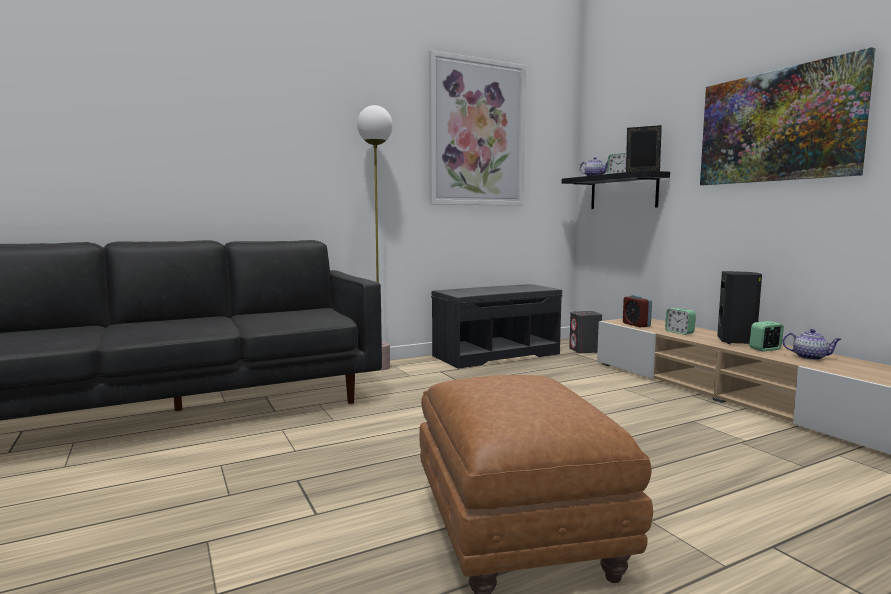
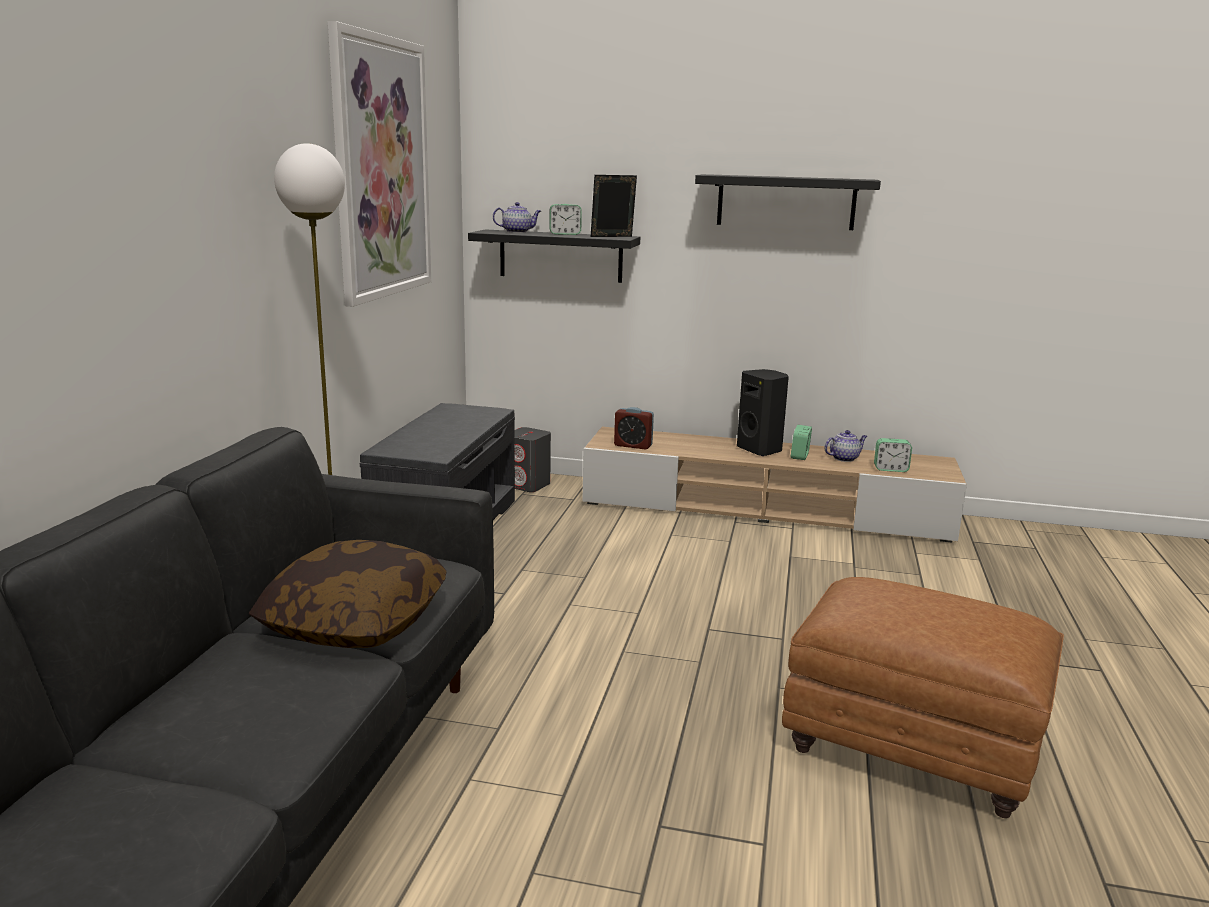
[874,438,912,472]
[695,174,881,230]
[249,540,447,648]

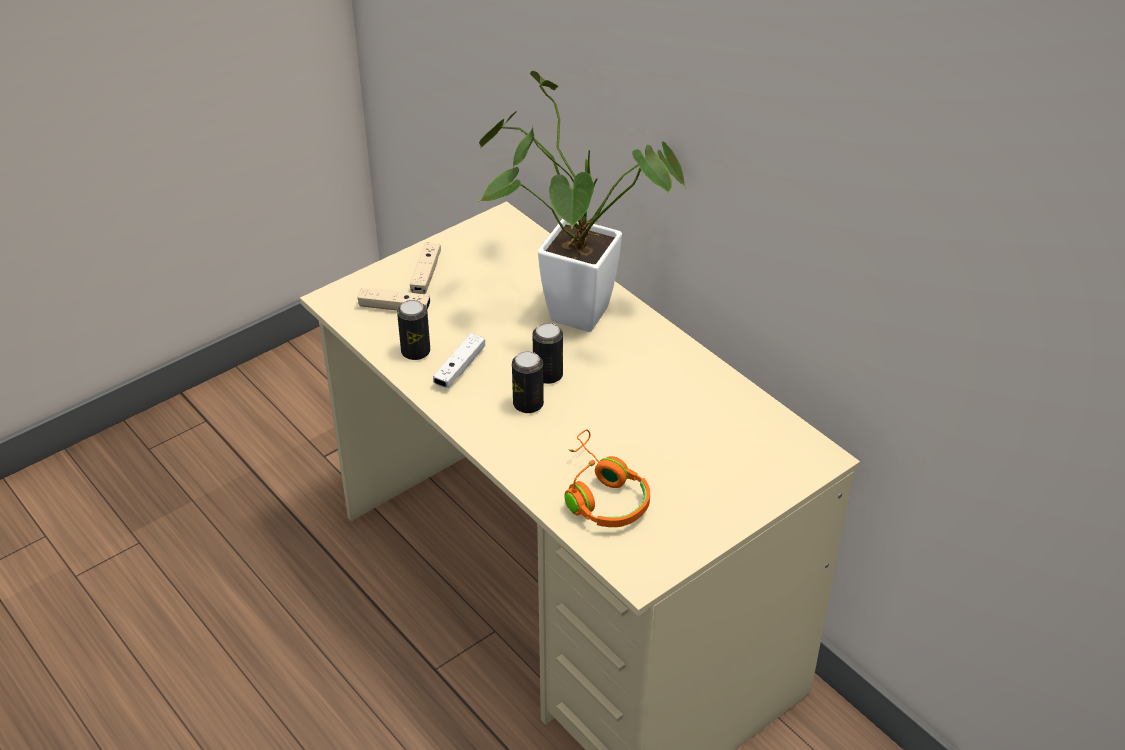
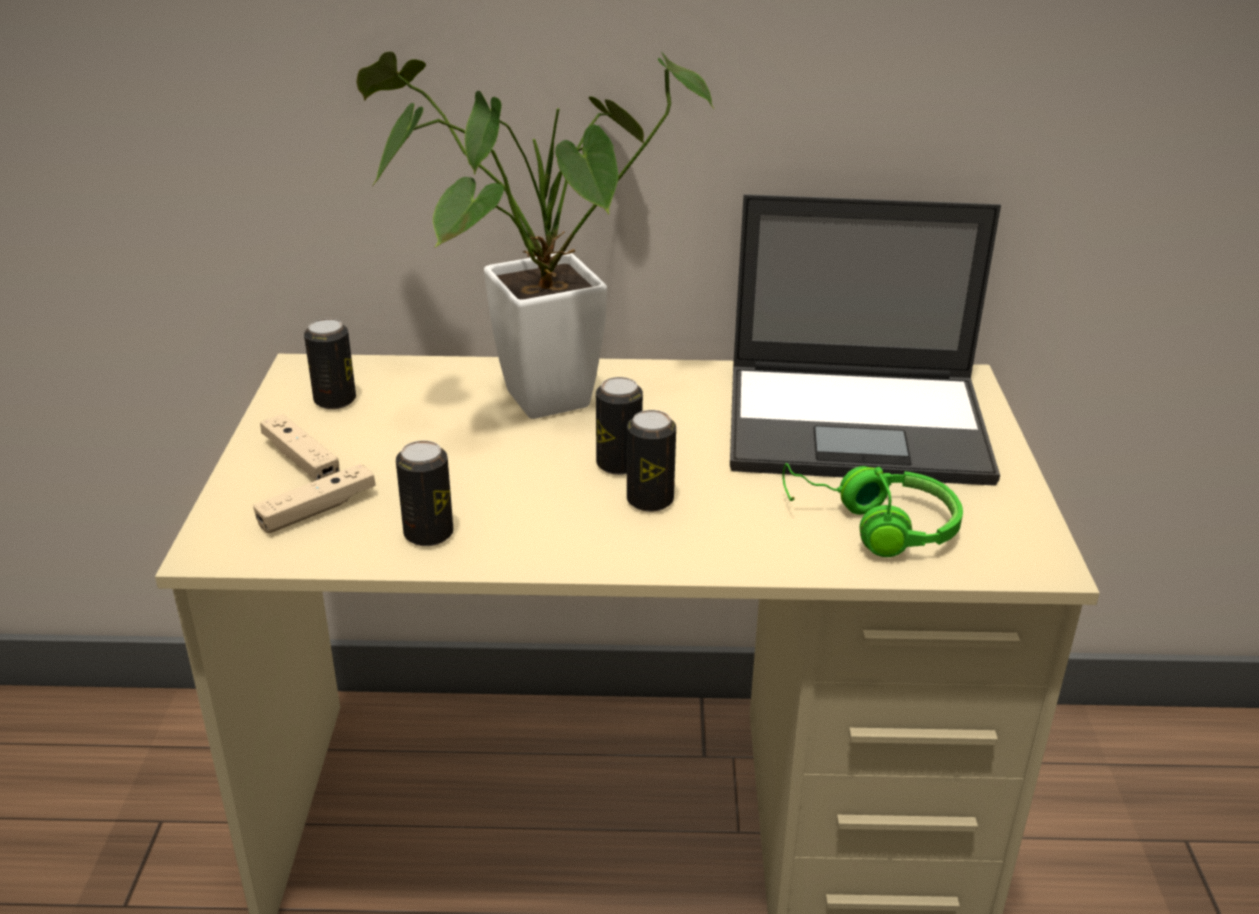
[433,333,485,388] (first image)
[783,463,963,557]
[304,318,356,409]
[730,194,1001,486]

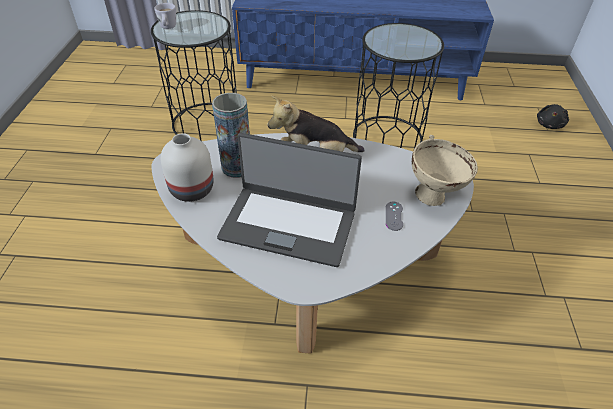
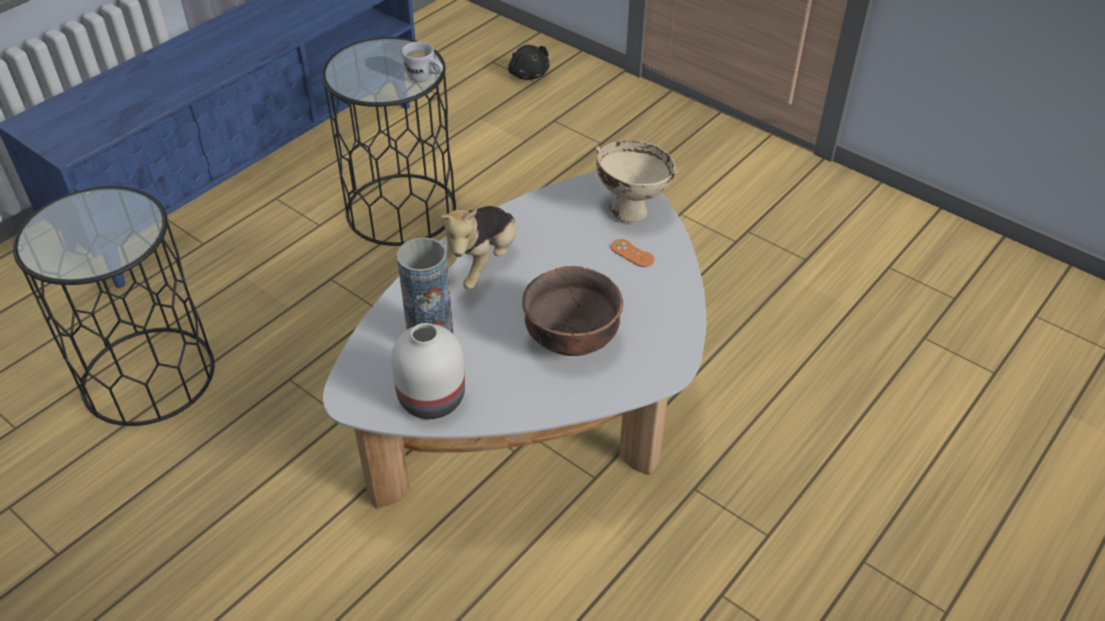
[401,41,443,82]
[522,266,623,356]
[611,239,654,267]

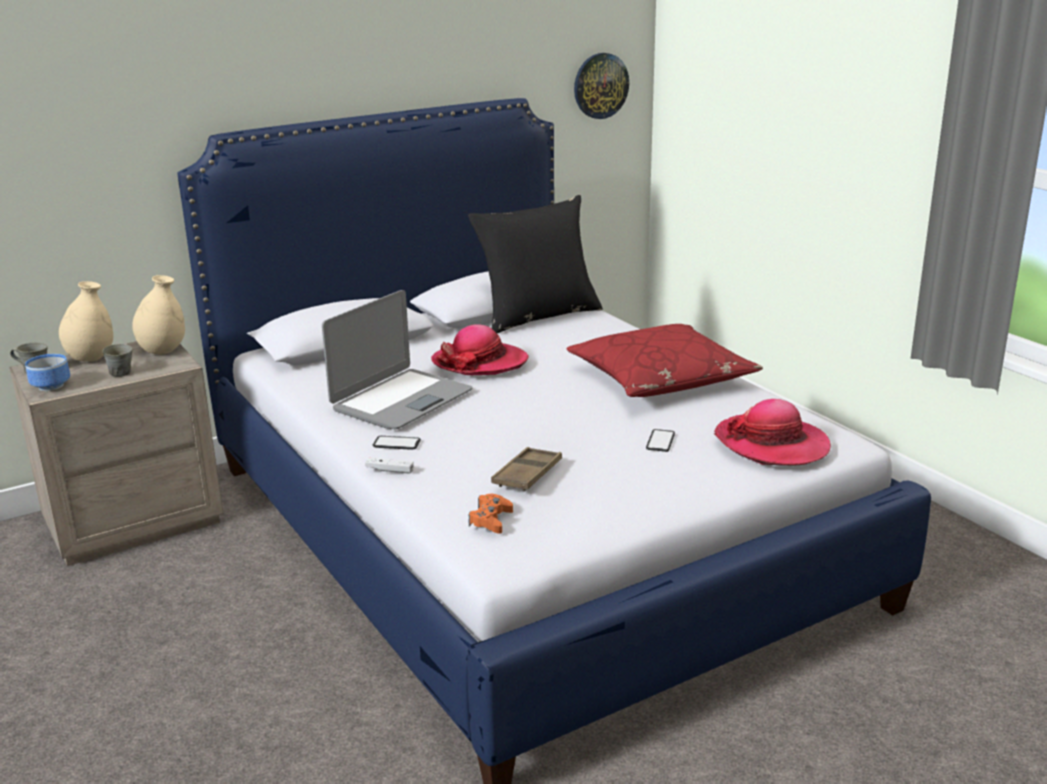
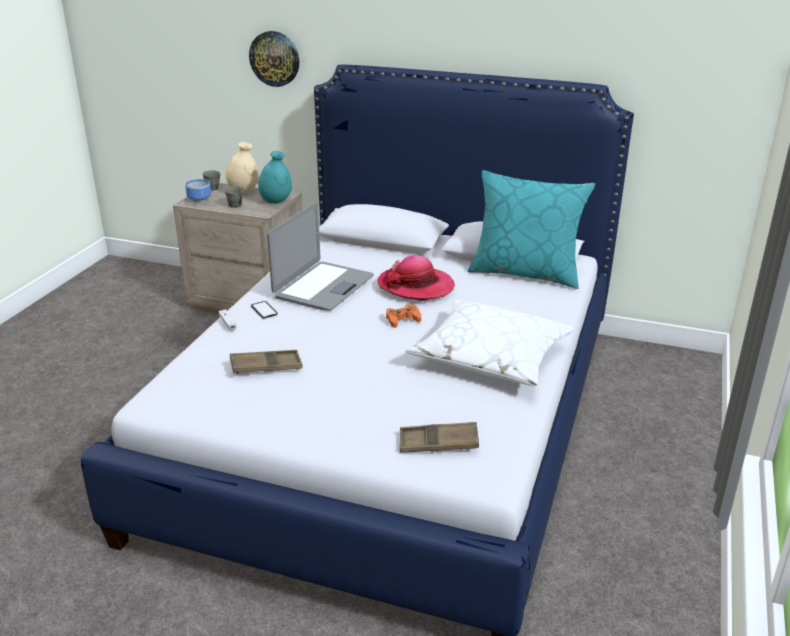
[258,151,292,204]
[267,203,374,311]
[468,170,595,289]
[386,304,421,328]
[406,300,575,386]
[249,31,299,87]
[646,429,675,452] (first image)
[400,422,479,453]

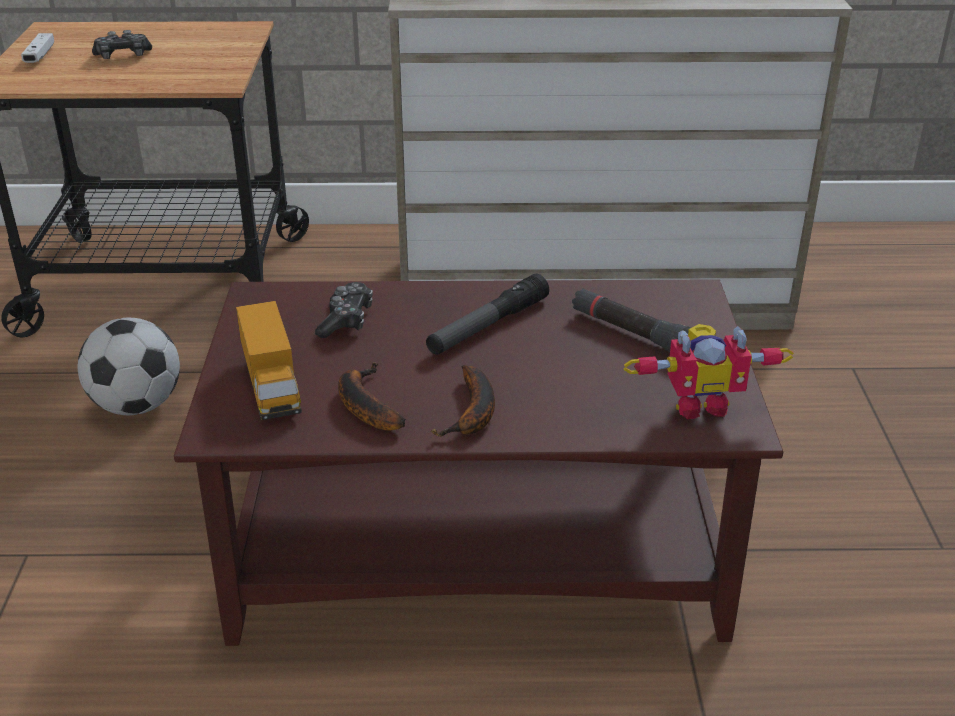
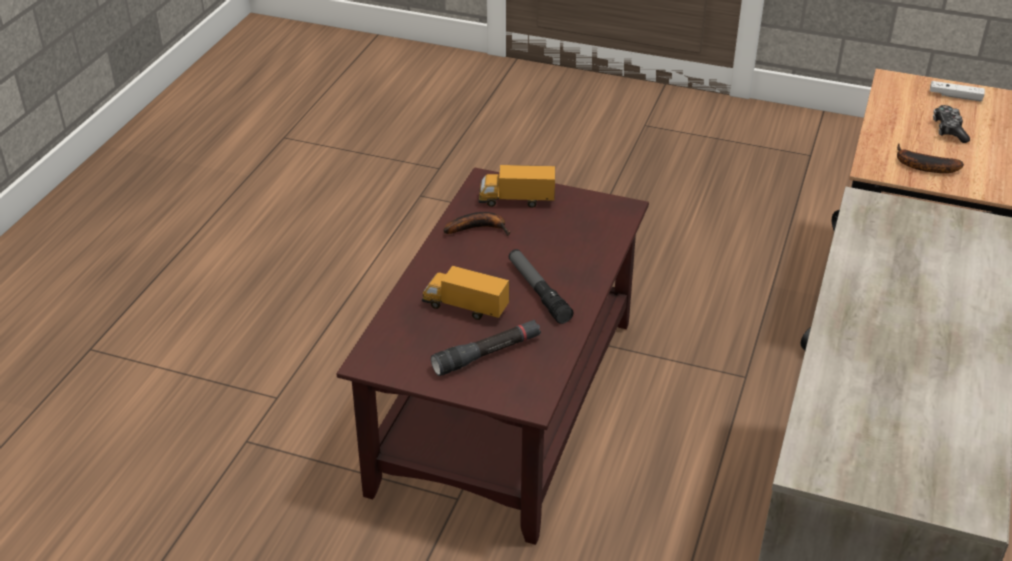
[78,318,180,415] (first image)
[315,282,373,338] (first image)
[897,143,964,173]
[624,324,794,419] (first image)
[422,266,509,320]

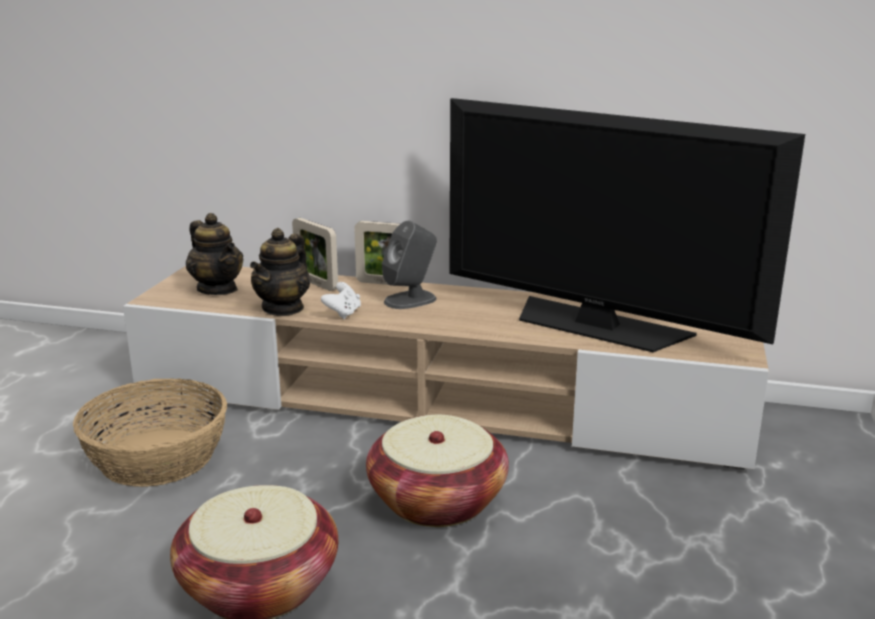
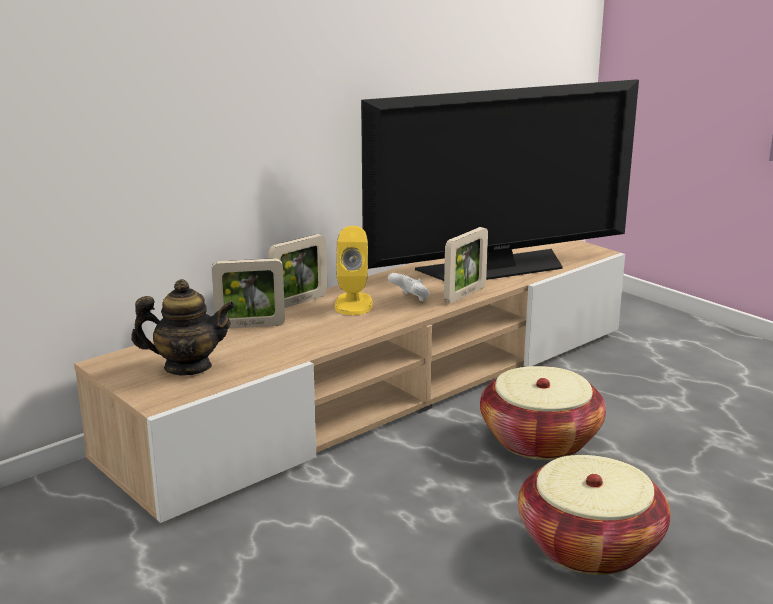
[73,378,227,487] (first image)
[250,228,310,316] (first image)
[388,273,429,302]
[335,226,373,315]
[444,227,488,303]

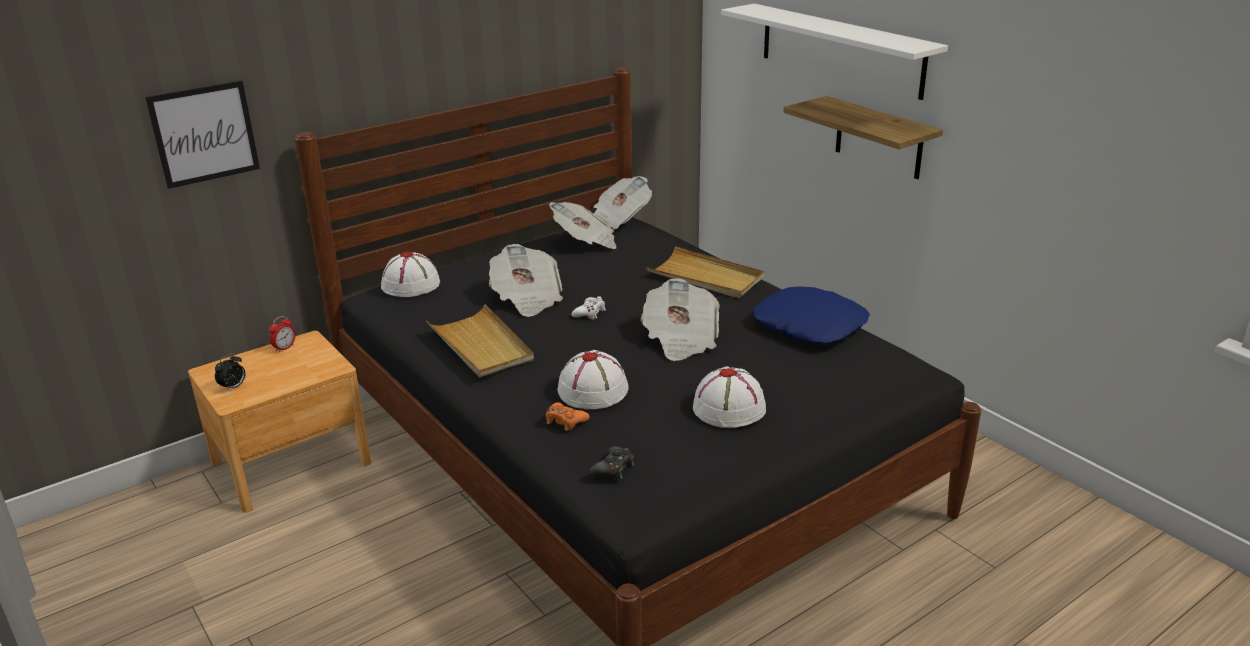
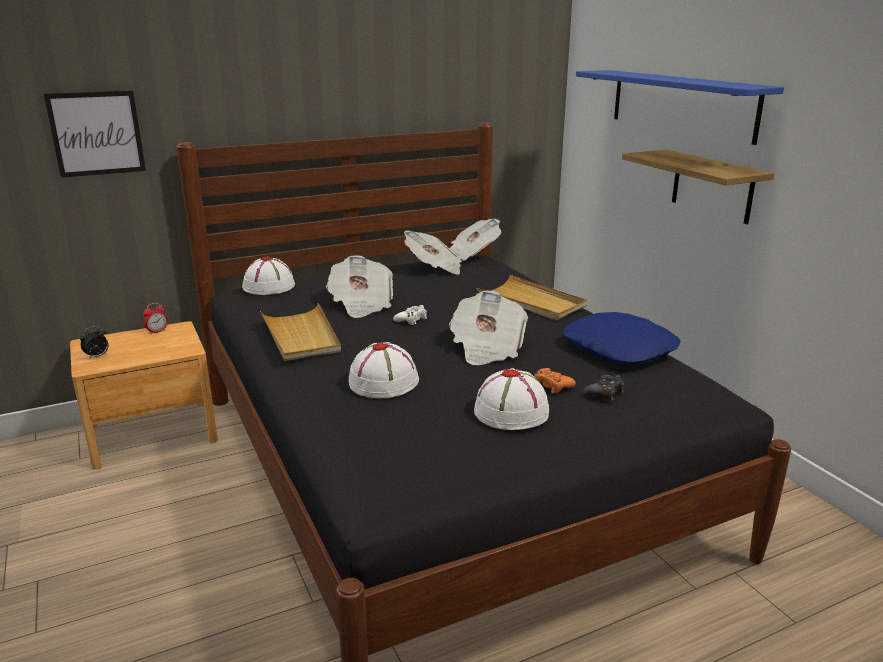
[534,368,576,393]
[583,375,624,401]
[576,70,784,145]

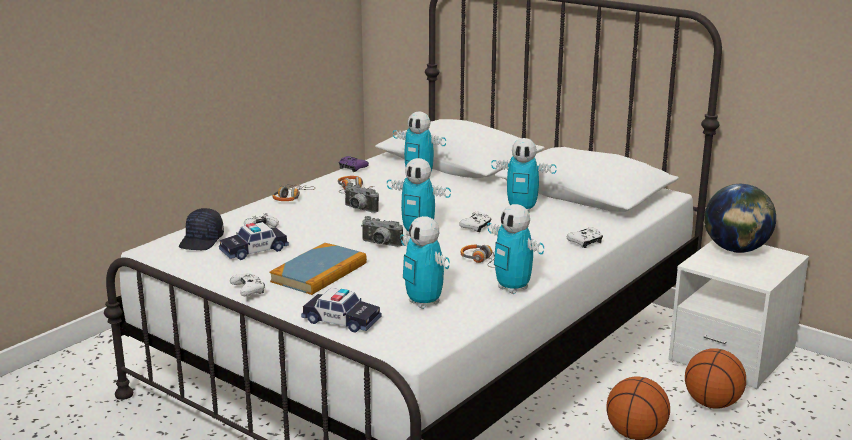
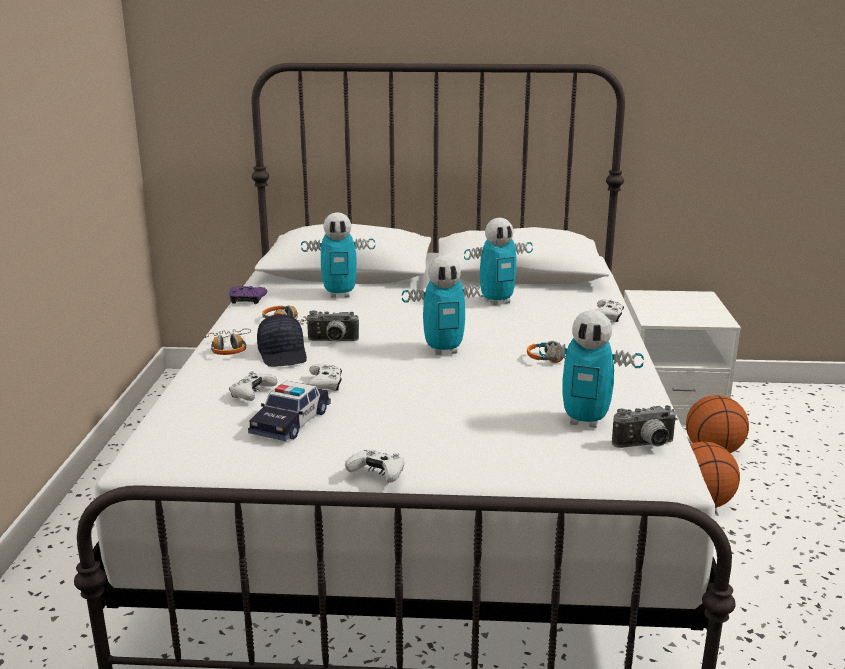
[257,314,307,367]
[270,243,367,295] (first image)
[301,288,382,333] (first image)
[612,405,678,448]
[307,364,342,391]
[487,204,544,294] (first image)
[704,184,776,253] (first image)

